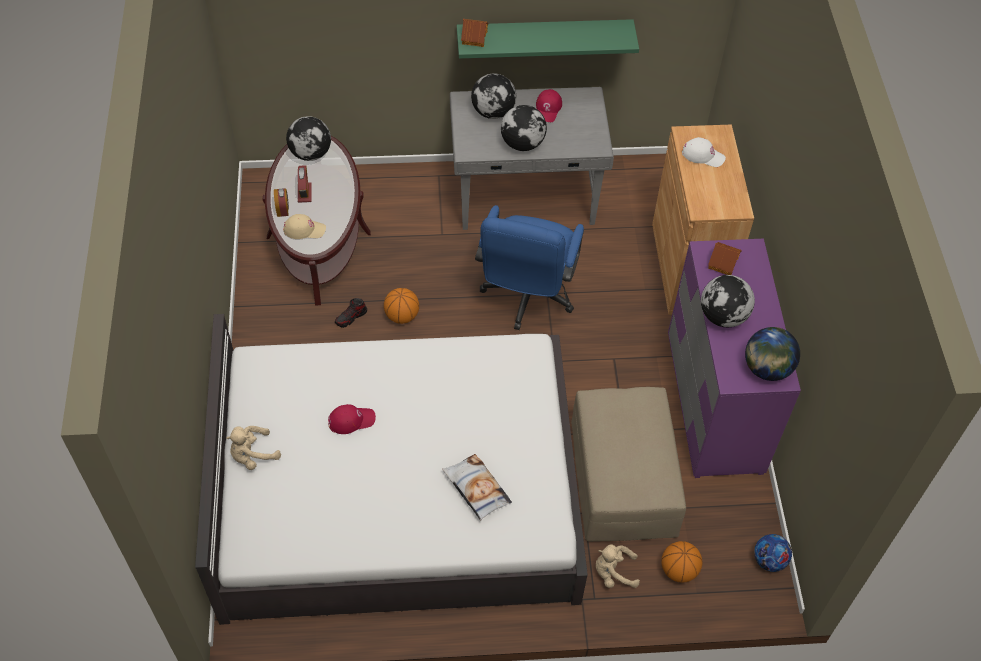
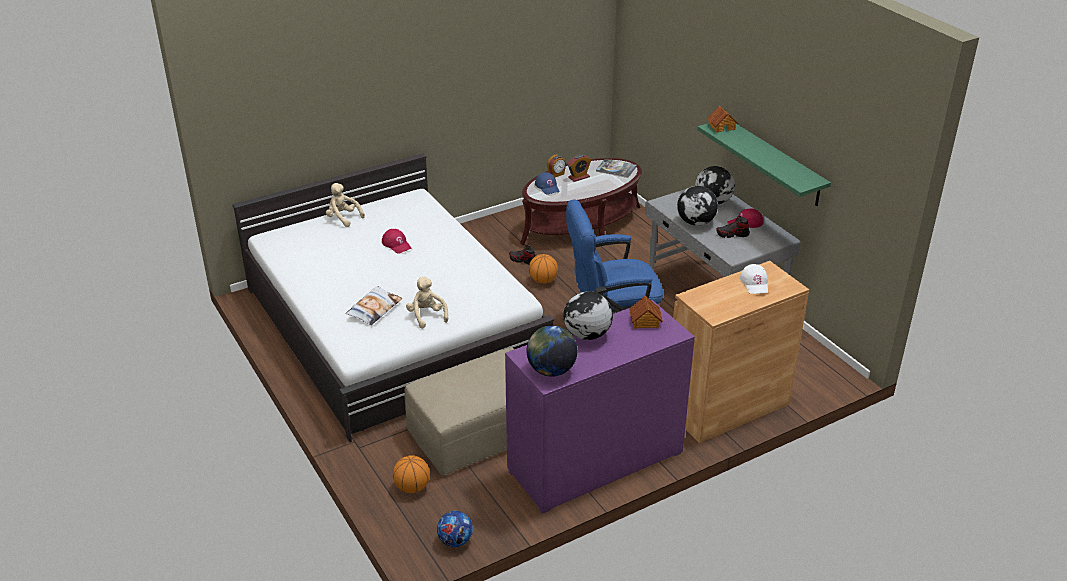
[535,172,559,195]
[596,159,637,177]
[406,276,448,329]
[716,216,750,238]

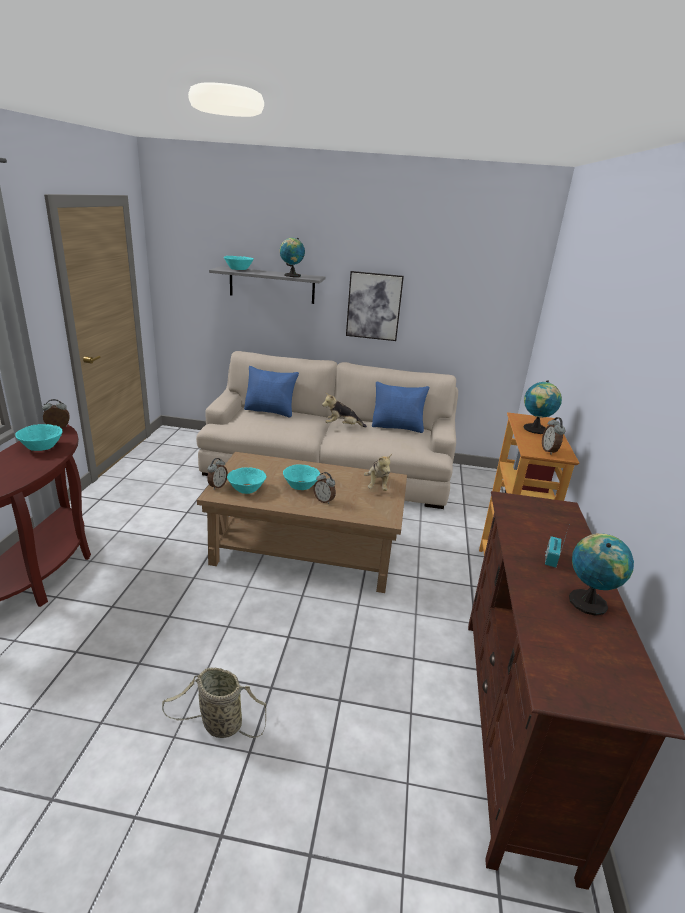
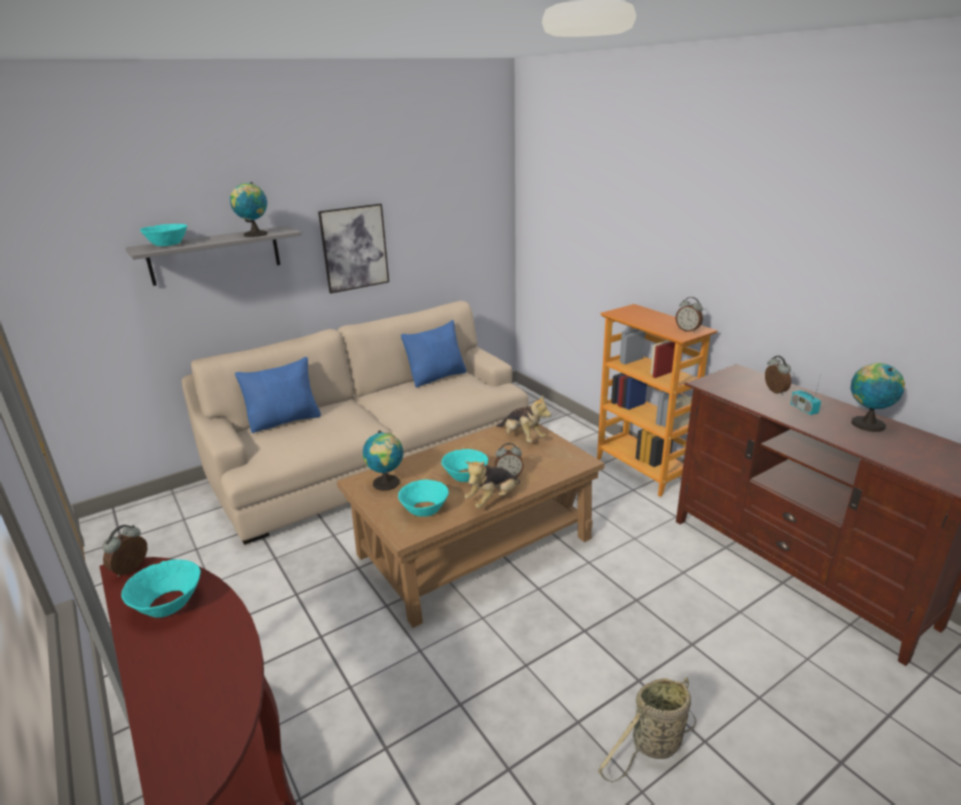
[765,356,791,395]
[465,461,520,508]
[363,430,403,491]

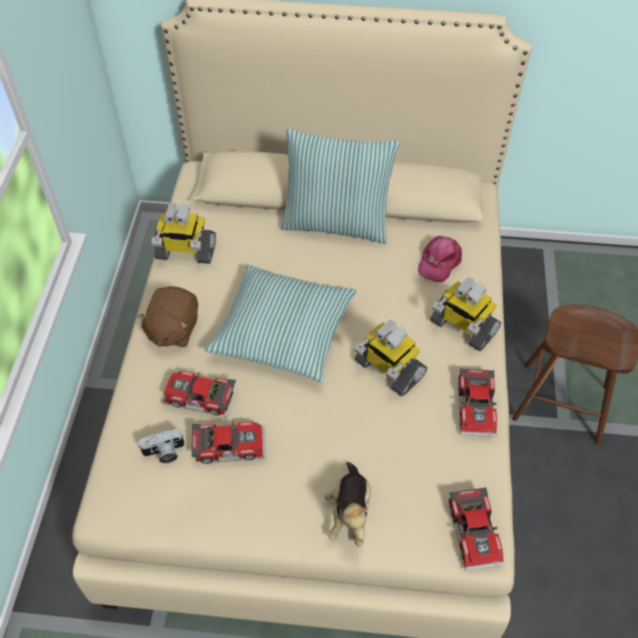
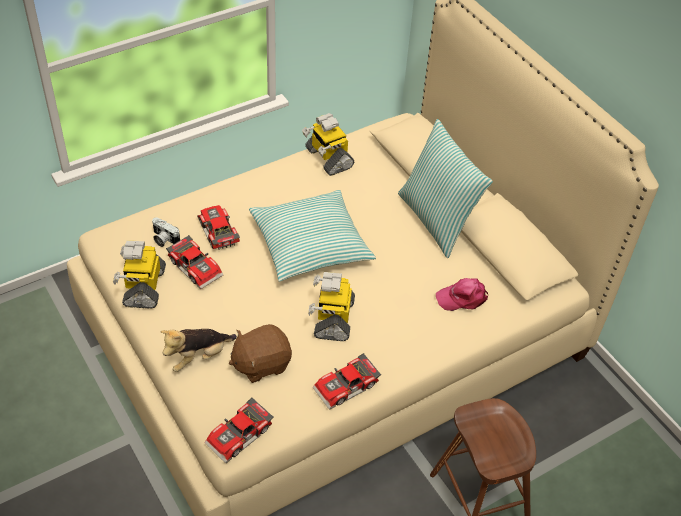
[229,324,292,383]
[113,240,166,309]

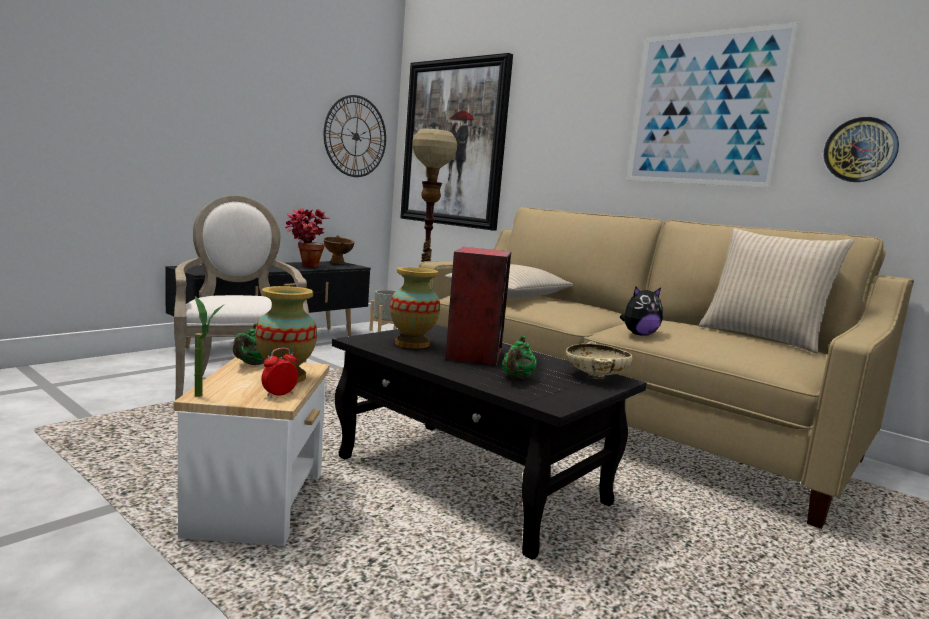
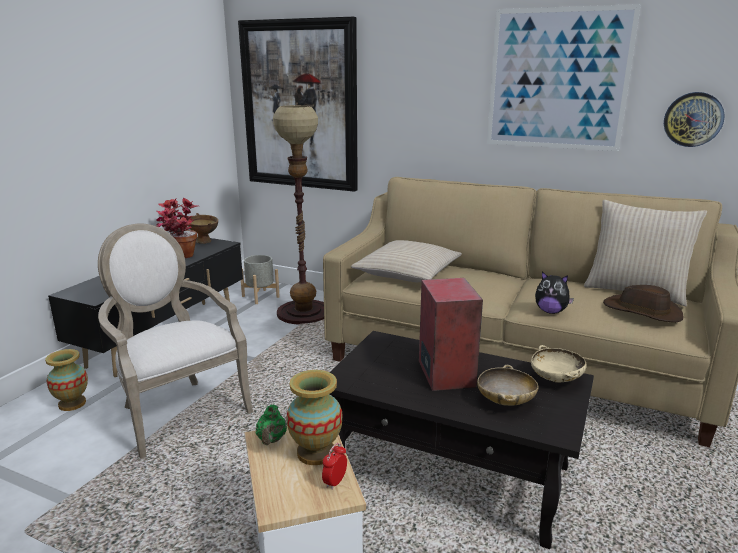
[195,296,223,397] (first image)
[324,95,386,177] (first image)
[45,349,88,411]
[477,365,538,406]
[535,271,574,314]
[603,285,684,322]

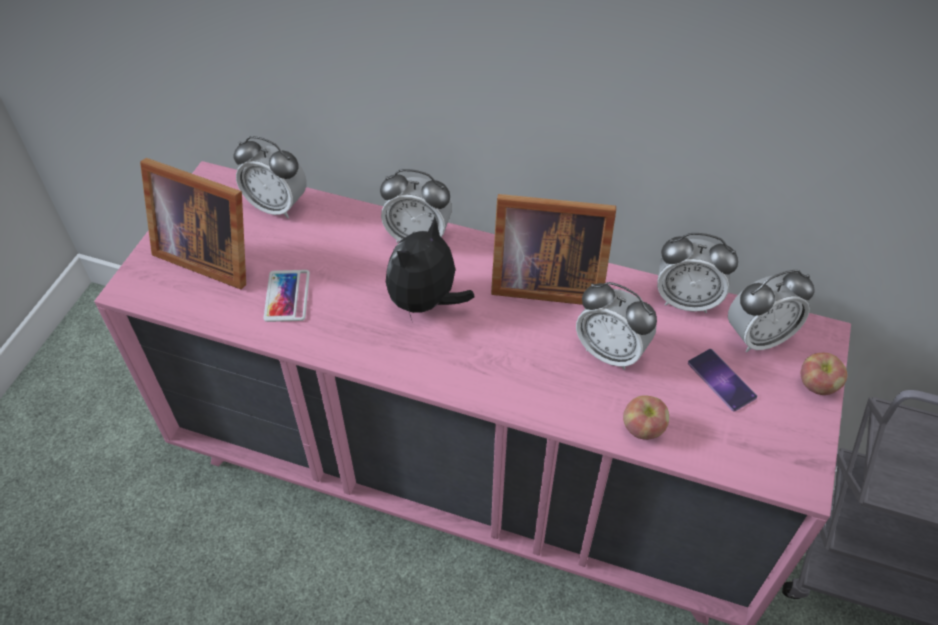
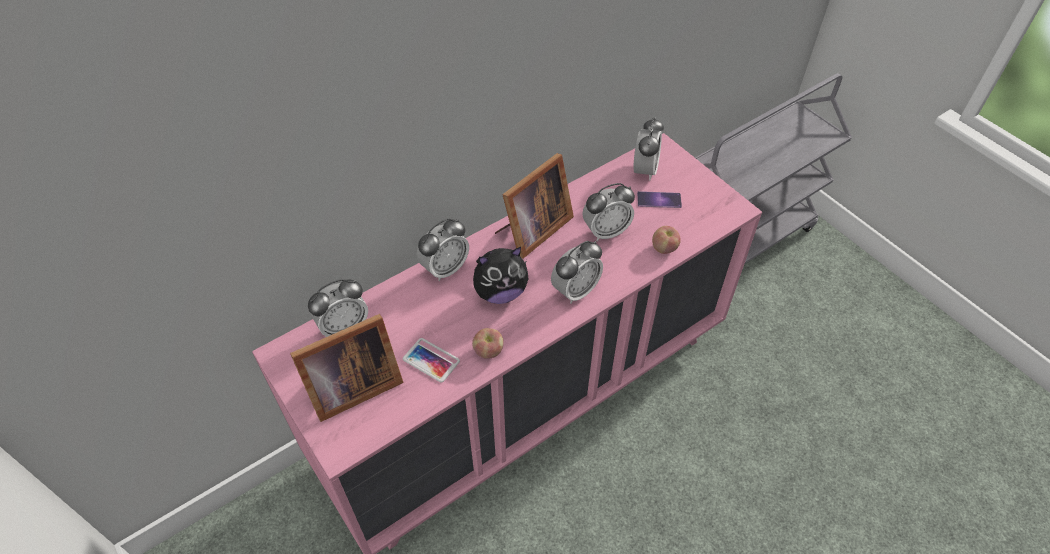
[473,247,528,304]
[551,241,603,304]
[472,328,504,359]

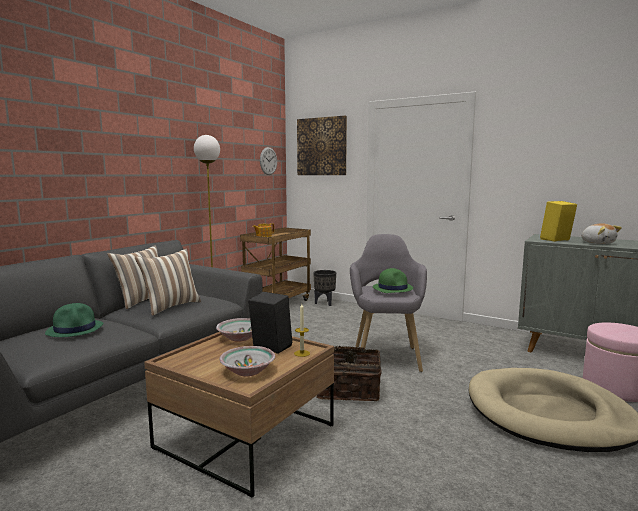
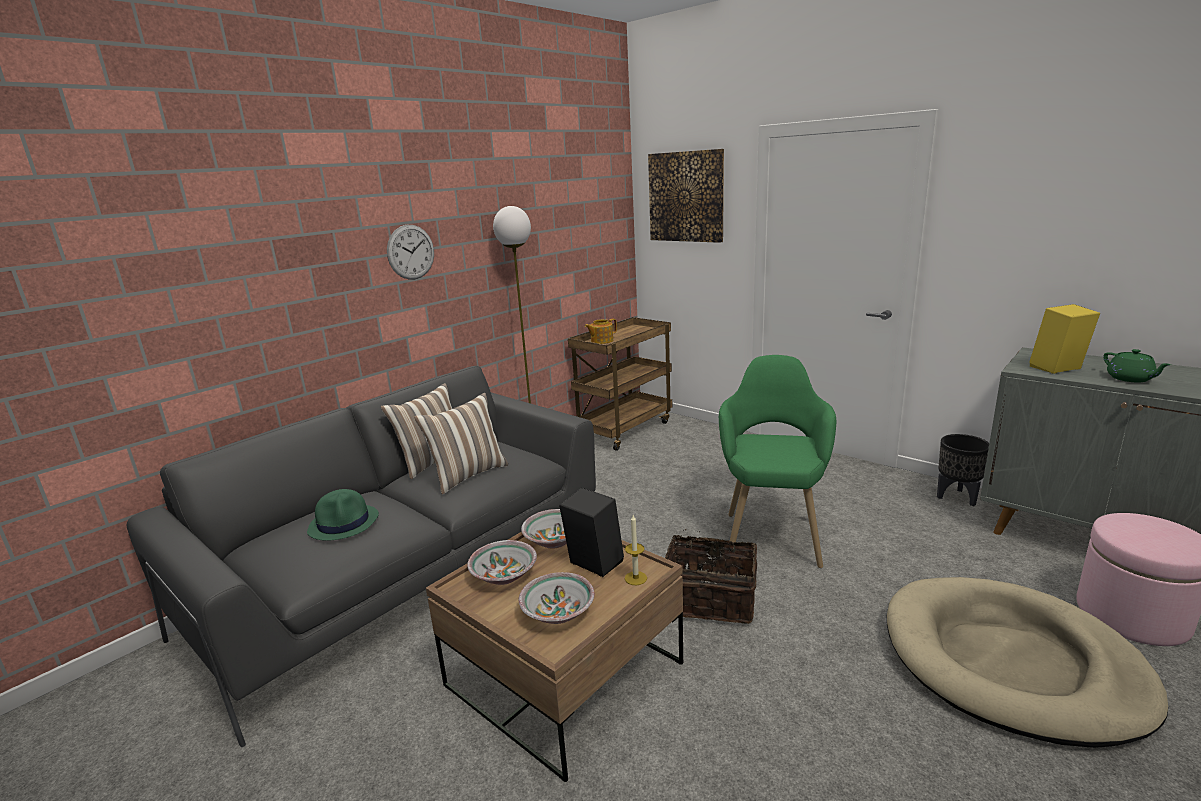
[387,225,434,280]
[937,434,989,506]
[719,355,836,568]
[373,268,413,293] (first image)
[1103,349,1171,382]
[467,540,537,585]

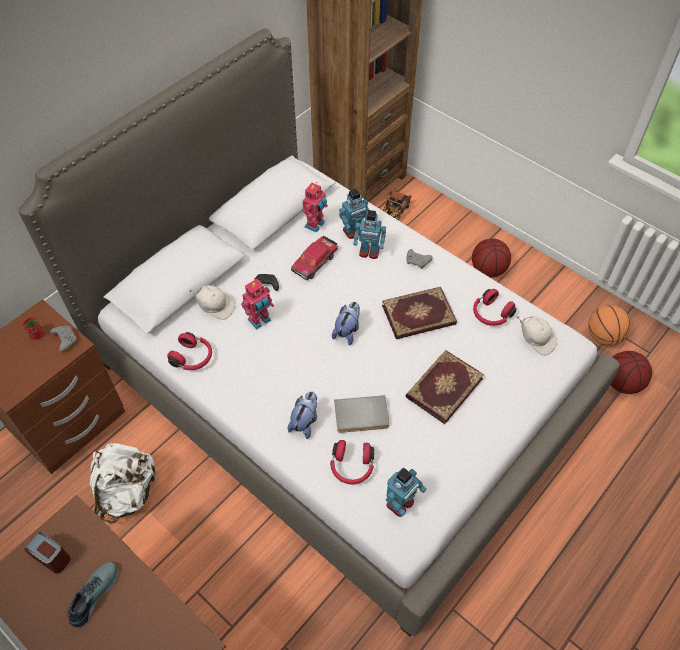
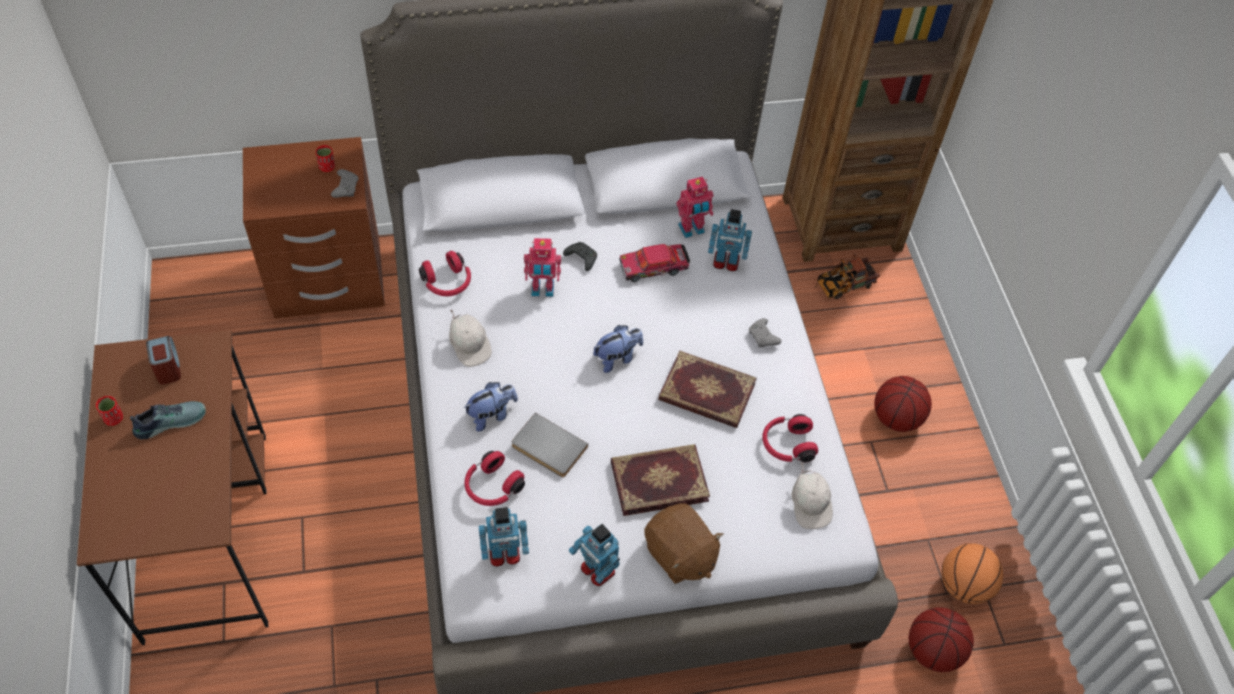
[90,443,158,523] (first image)
[449,309,492,367]
[569,524,620,586]
[96,396,123,426]
[644,503,723,584]

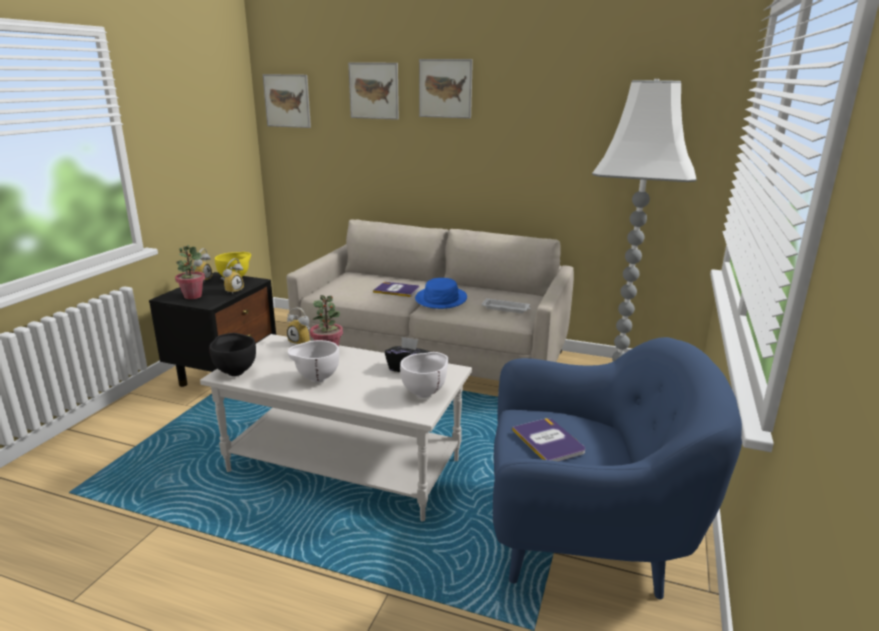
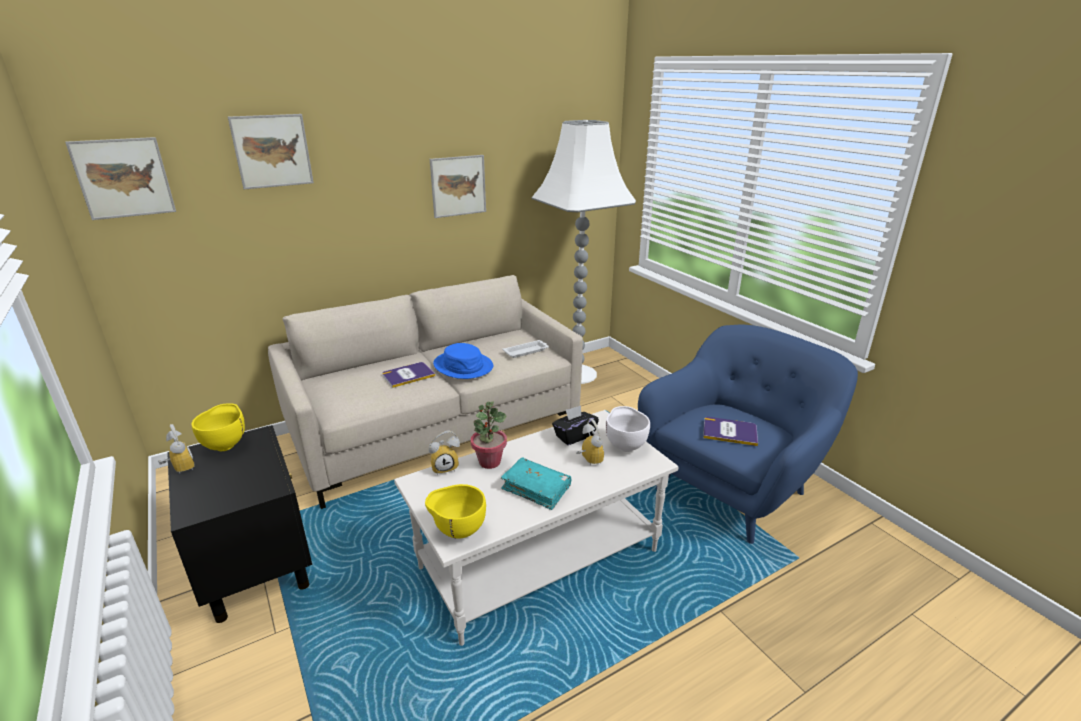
[175,245,205,299] (first image)
[425,484,486,538]
[576,419,604,466]
[501,457,571,510]
[430,155,486,218]

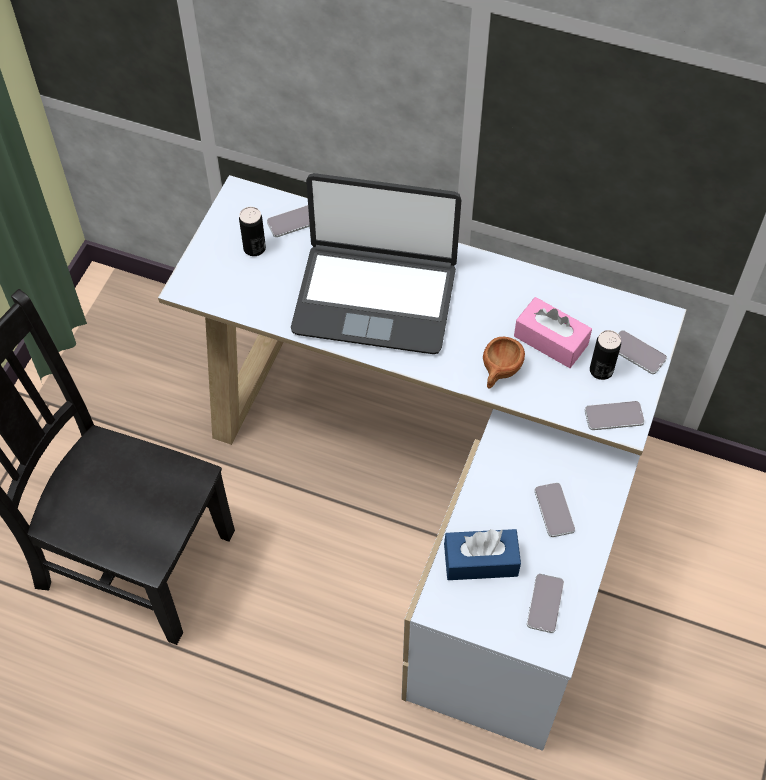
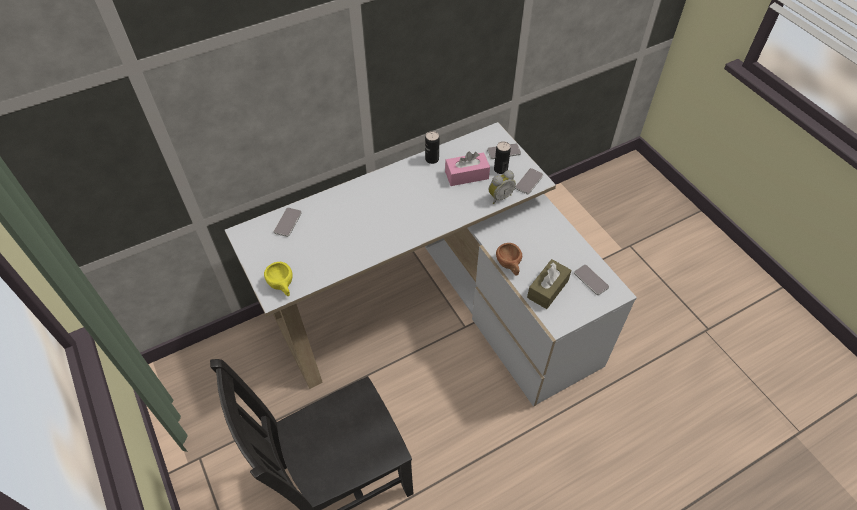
[425,131,439,164]
[291,173,462,354] (first image)
[527,259,572,309]
[496,243,522,276]
[534,482,575,537] (first image)
[264,262,293,296]
[489,170,516,204]

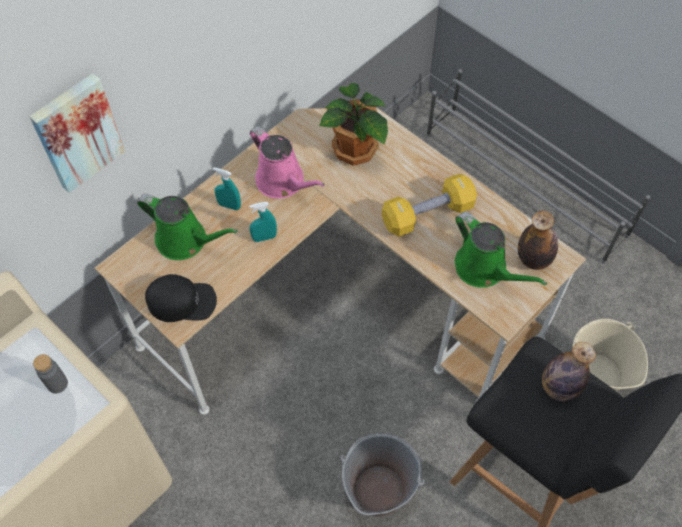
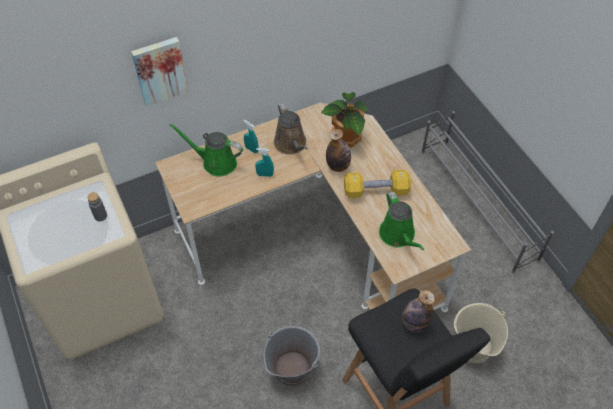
[169,123,243,177]
[145,274,217,322] (first image)
[274,103,308,155]
[326,129,351,172]

